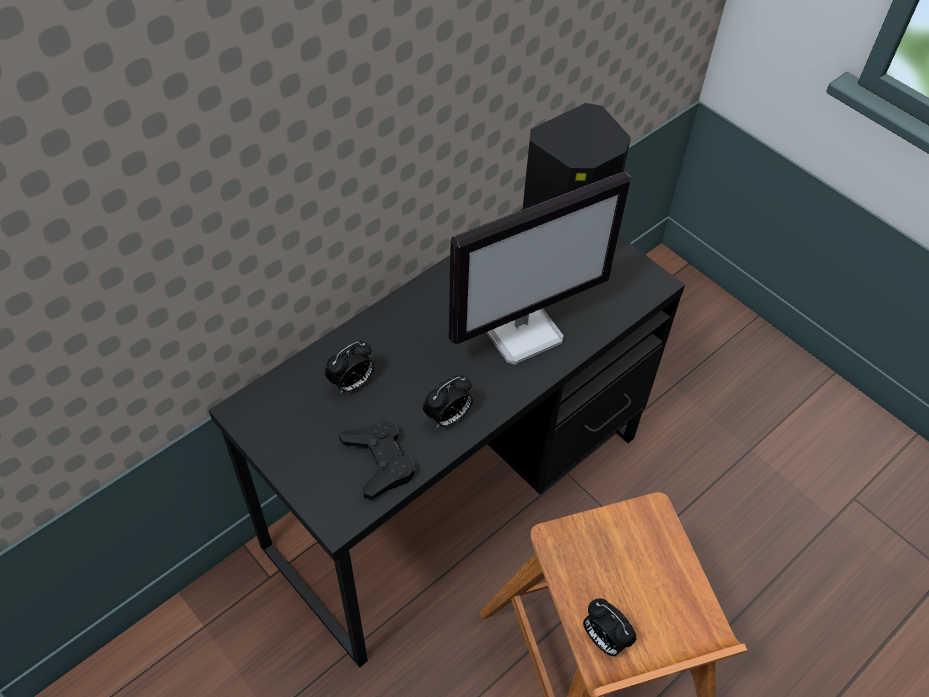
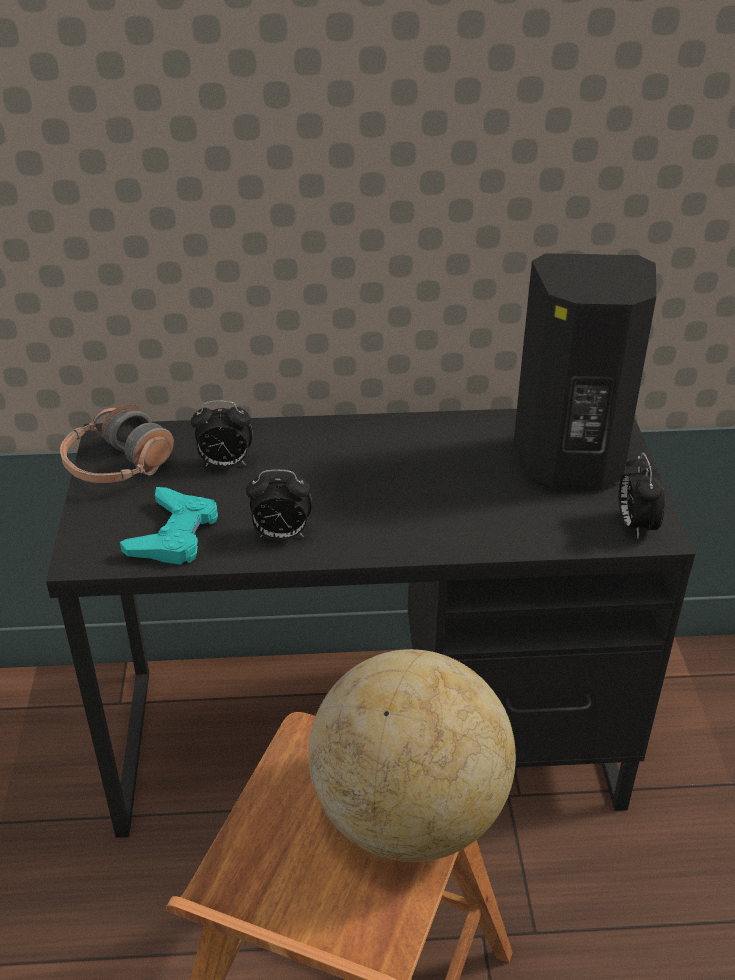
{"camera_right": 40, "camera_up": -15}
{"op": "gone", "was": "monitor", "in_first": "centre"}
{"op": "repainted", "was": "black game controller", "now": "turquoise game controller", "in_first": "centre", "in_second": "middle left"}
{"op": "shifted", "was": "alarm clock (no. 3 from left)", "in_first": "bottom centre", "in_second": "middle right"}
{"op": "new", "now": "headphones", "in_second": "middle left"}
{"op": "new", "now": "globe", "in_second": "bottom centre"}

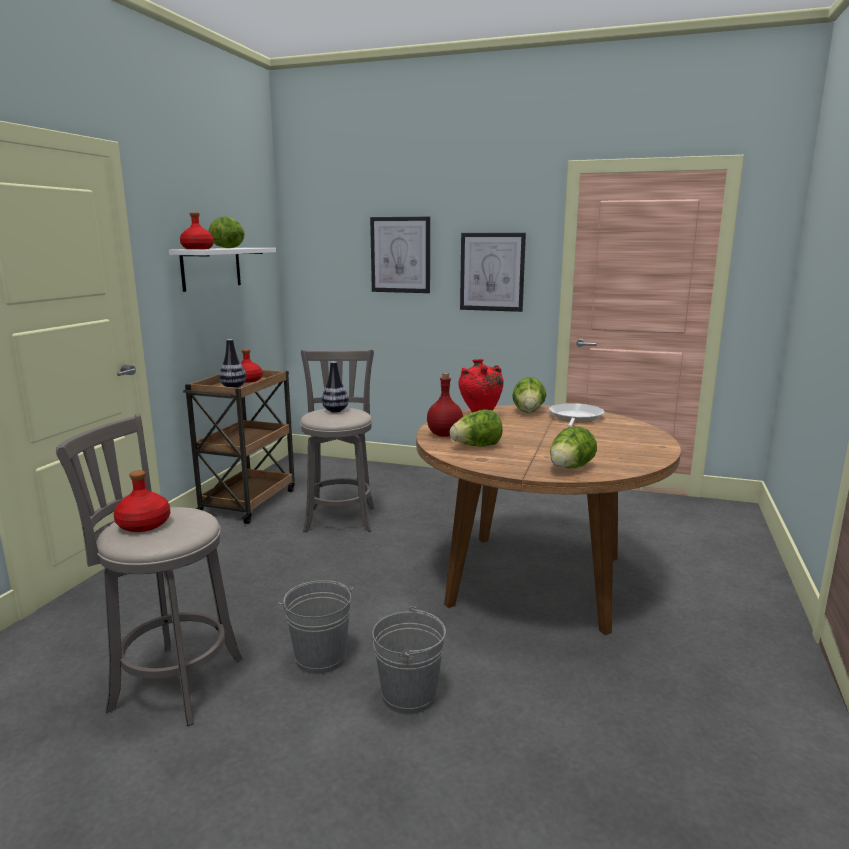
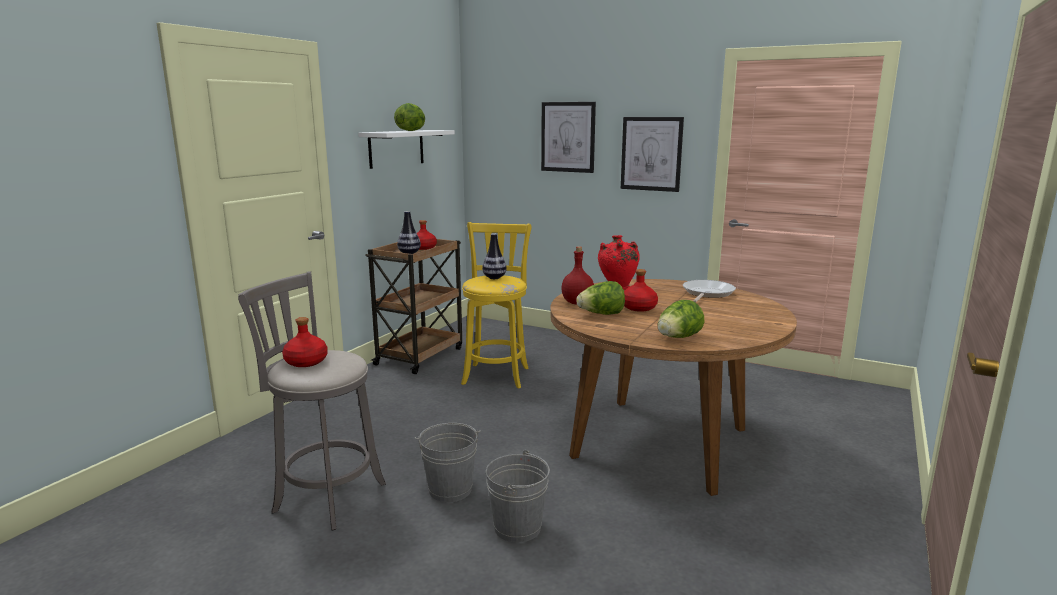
{"camera_right": 10, "camera_up": 0}
{"op": "shifted", "was": "red bottle (no. 2 from left in the first image)", "now": "red bottle (no. 4 from left)", "in_first": "top left", "in_second": "centre"}
{"op": "repainted", "was": "grey stool (no. 2 from left)", "now": "yellow stool", "in_first": "centre", "in_second": "centre"}
{"op": "gone", "was": "lettuce (no. 3 from left)", "in_first": "centre"}

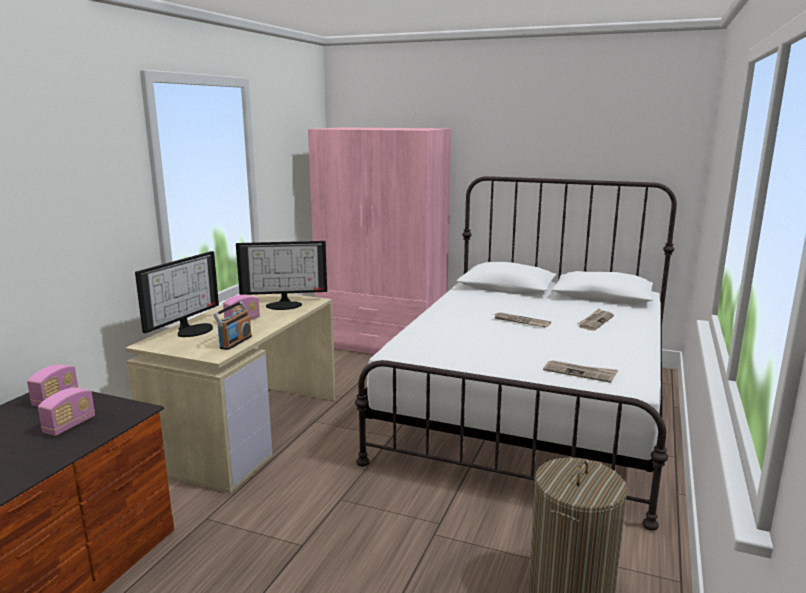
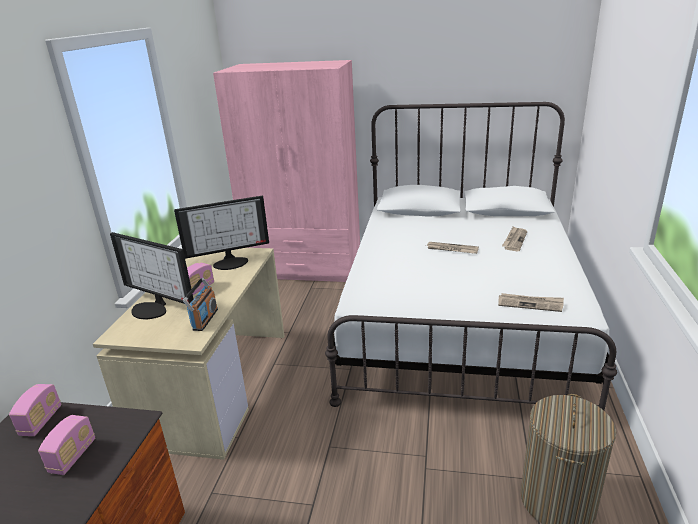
{"camera_right": -10, "camera_up": 10}
{"op": "rotated", "was": "monitor (no. 1 from left)", "in_first": "middle left", "in_second": "middle left", "clockwise": 105}

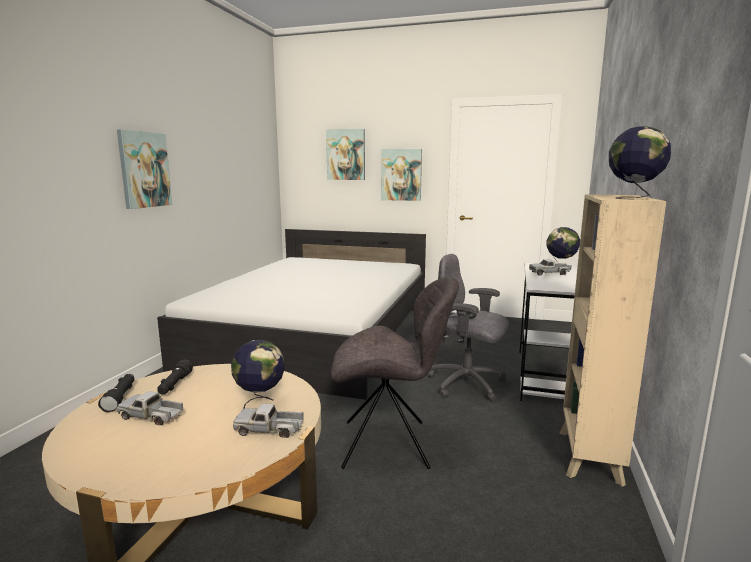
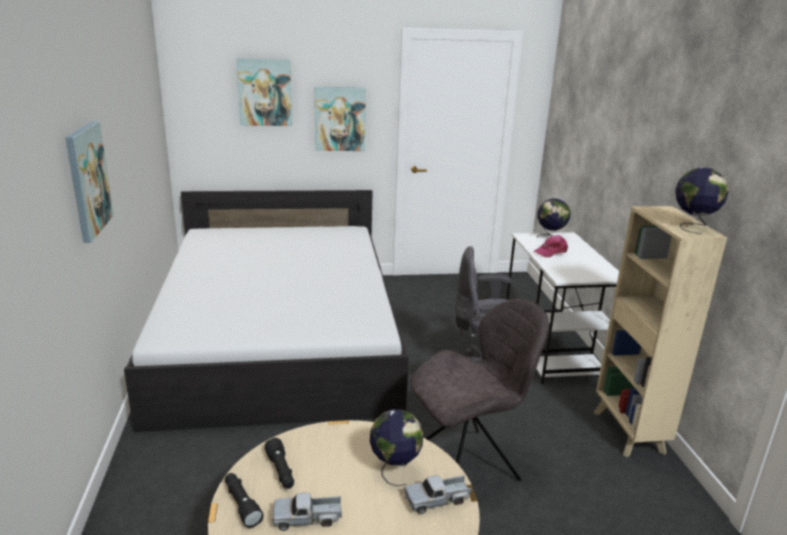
{"camera_right": -25, "camera_up": 10}
{"op": "swapped", "was": "toy truck (no. 3 from left)", "now": "pink cap", "in_first": "middle right", "in_second": "middle right"}

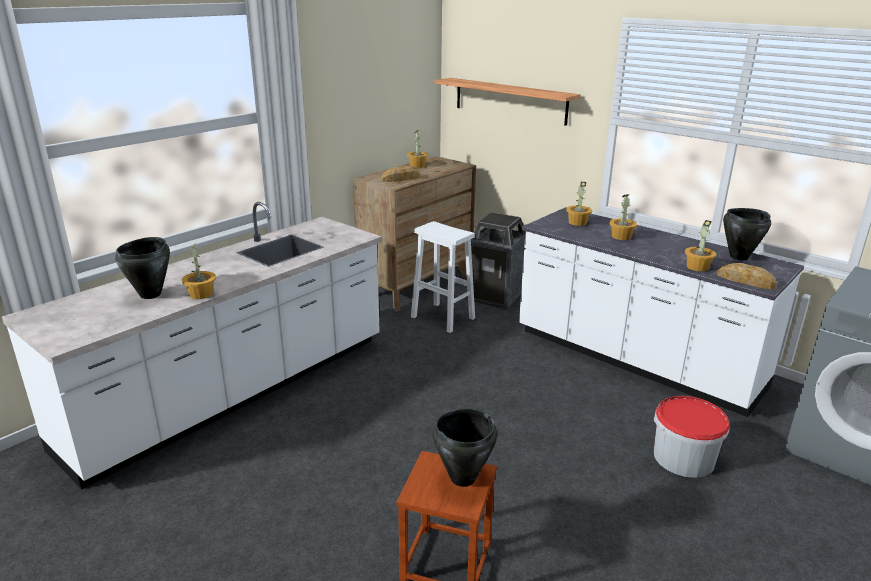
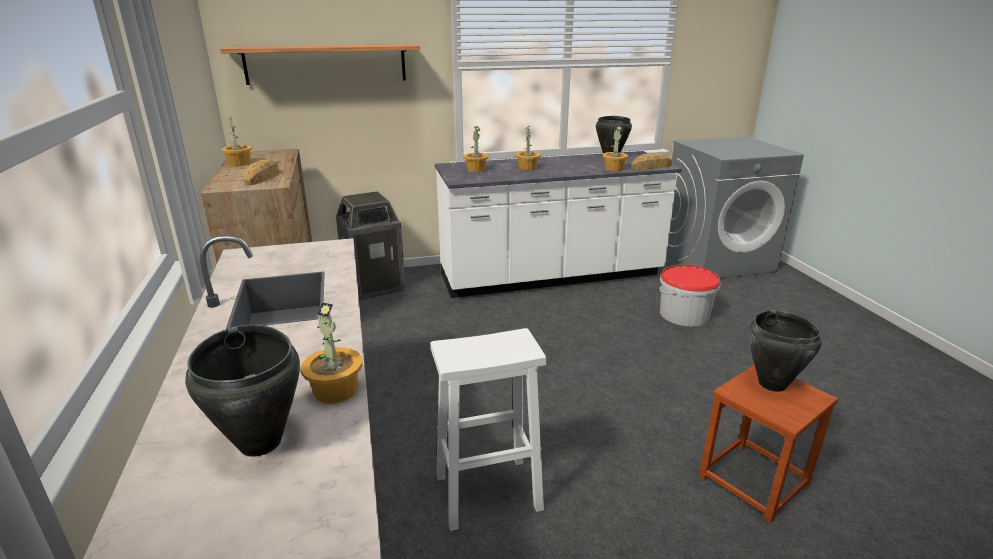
{"camera_right": -55, "camera_up": 0}
{"op": "shifted", "was": "white stool", "in_first": "centre", "in_second": "bottom centre"}

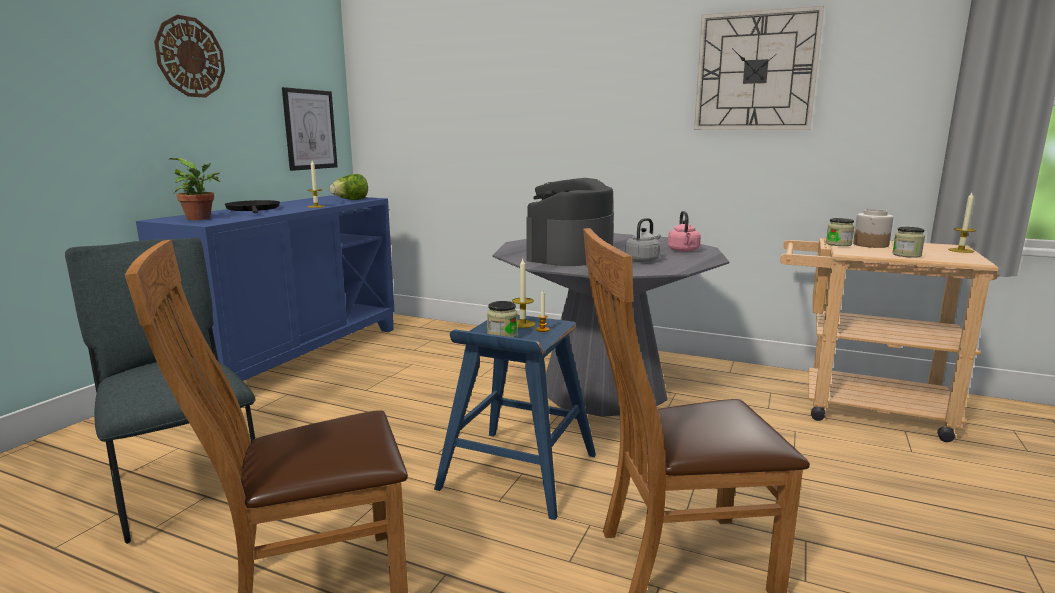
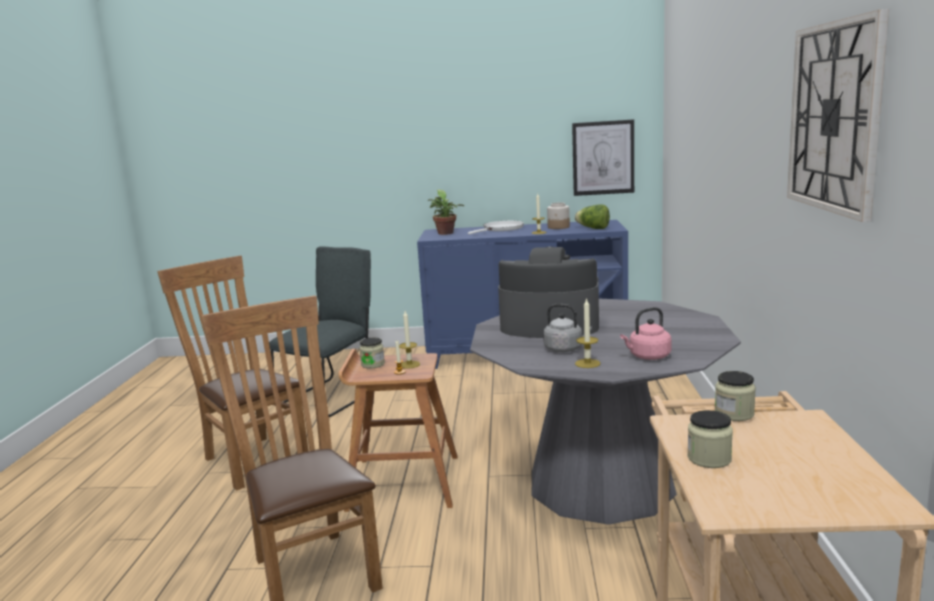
{"camera_right": 70, "camera_up": 0}
{"op": "gone", "was": "wall clock (no. 1 from left)", "in_first": "top left"}
{"op": "shifted", "was": "candle (no. 4 from left)", "in_first": "middle right", "in_second": "centre"}
{"op": "repainted", "was": "black frying pan", "now": "white frying pan", "in_first": "middle left", "in_second": "centre"}
{"op": "shifted", "was": "jar (no. 3 from left in the first image)", "now": "jar (no. 2 from left)", "in_first": "middle right", "in_second": "centre"}
{"op": "repainted", "was": "blue stool", "now": "brown stool", "in_first": "bottom centre", "in_second": "bottom centre"}

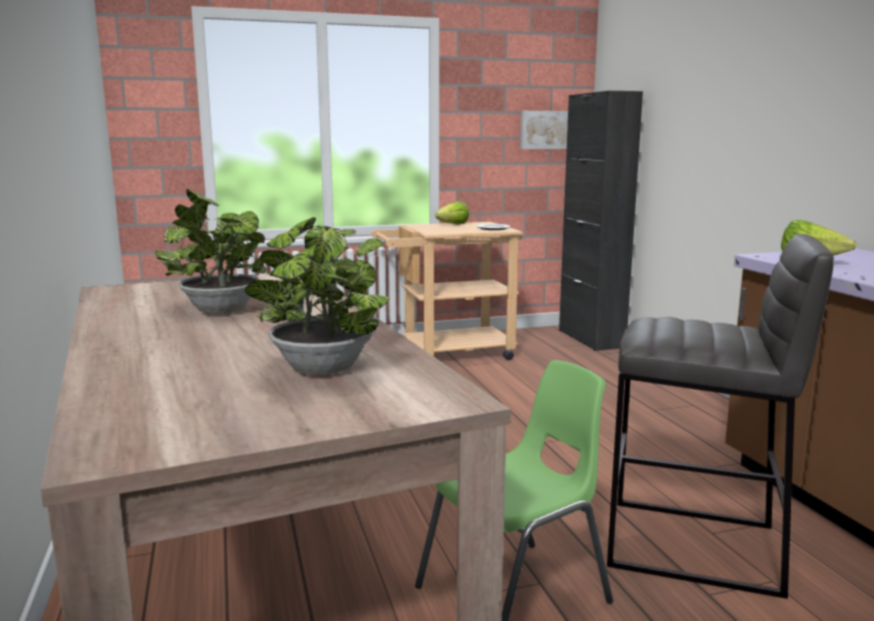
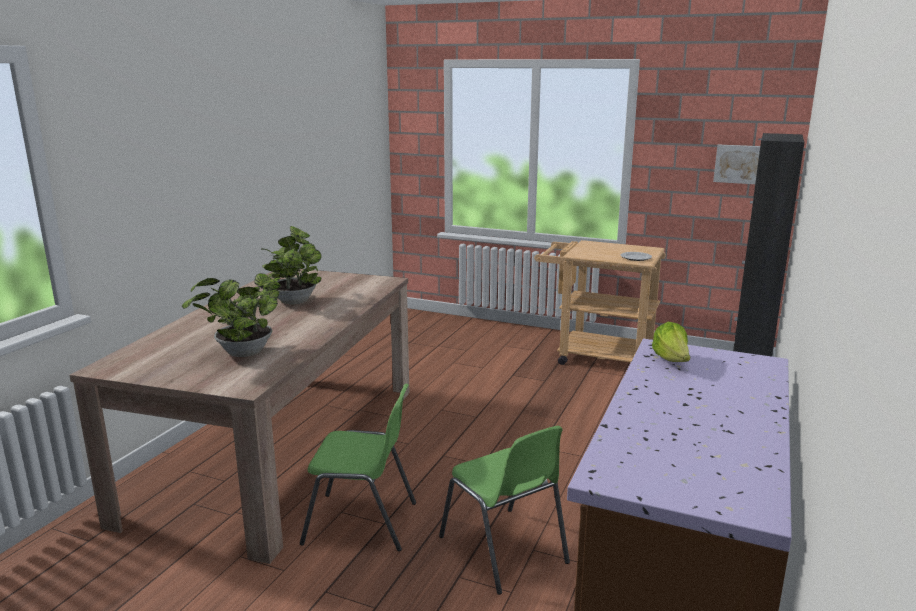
{"camera_right": 40, "camera_up": 5}
{"op": "gone", "was": "lettuce (no. 1 from left)", "in_first": "centre"}
{"op": "swapped", "was": "grey stool", "now": "green chair (no. 2 from left)", "in_first": "bottom right", "in_second": "bottom centre"}

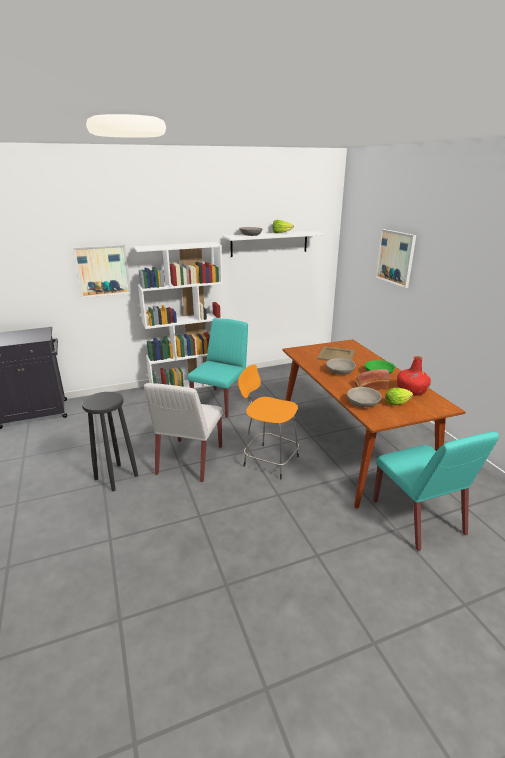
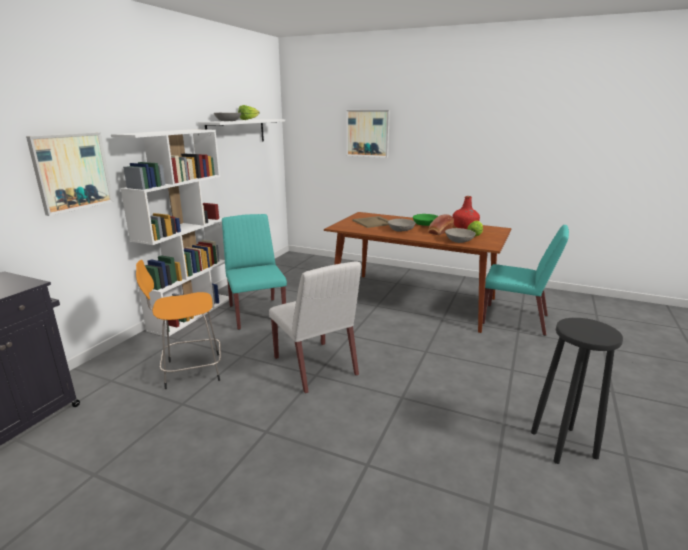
{"camera_right": -45, "camera_up": -5}
{"op": "shifted", "was": "orange stool", "in_first": "centre", "in_second": "middle left"}
{"op": "shifted", "was": "black stool", "in_first": "middle left", "in_second": "bottom right"}

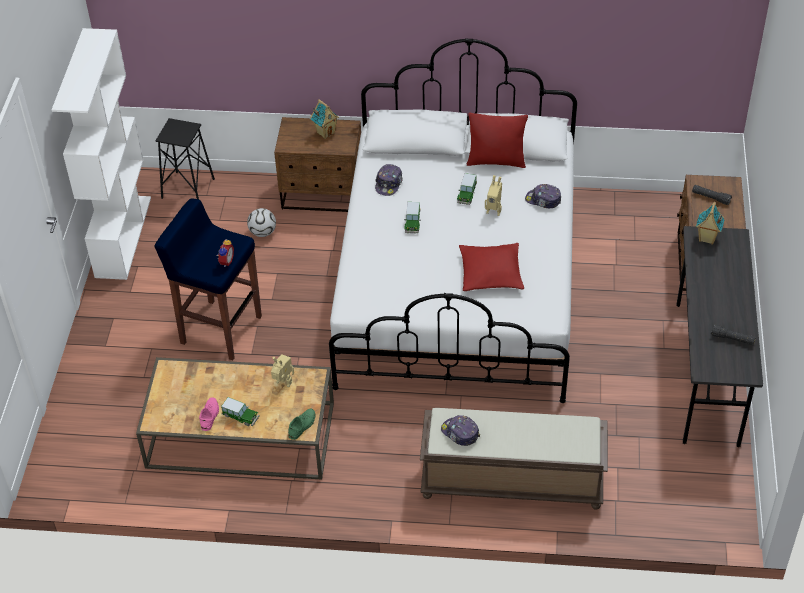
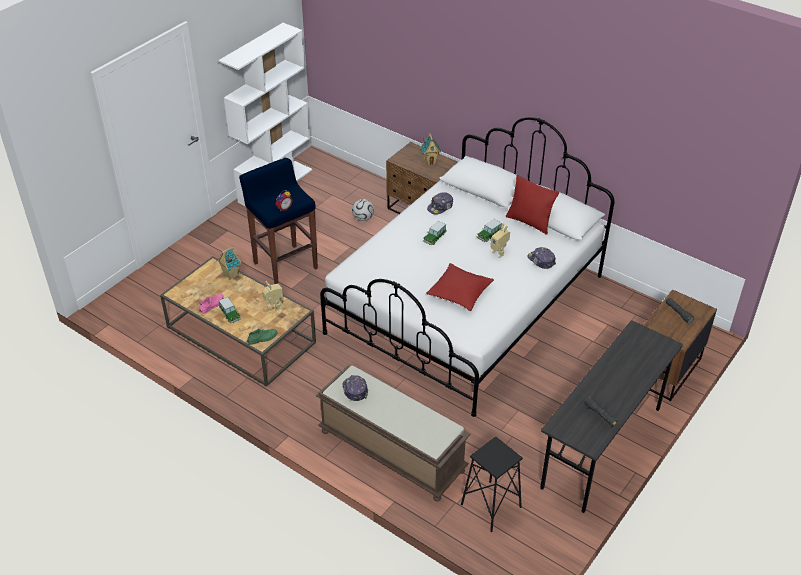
{"camera_right": 30, "camera_up": -5}
{"op": "shifted", "was": "black stool", "in_first": "top left", "in_second": "bottom centre"}
{"op": "shifted", "was": "toy house (no. 2 from left in the first image)", "now": "toy house (no. 1 from left)", "in_first": "middle right", "in_second": "middle left"}

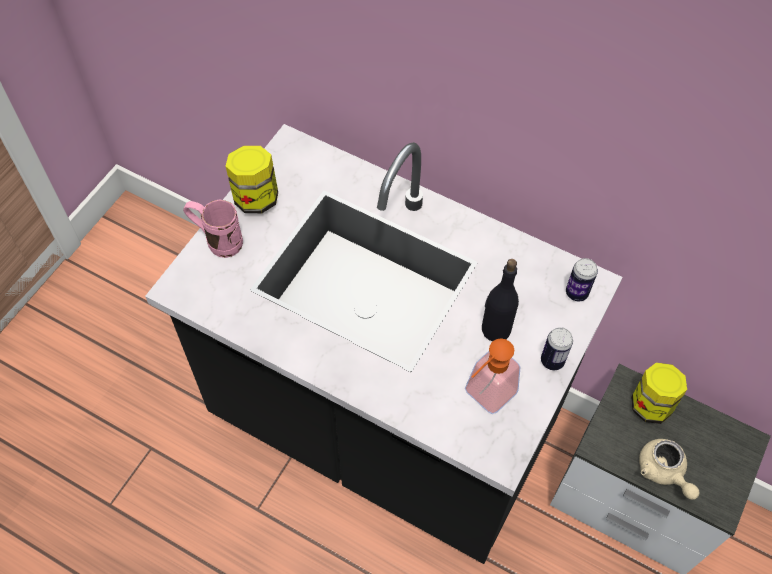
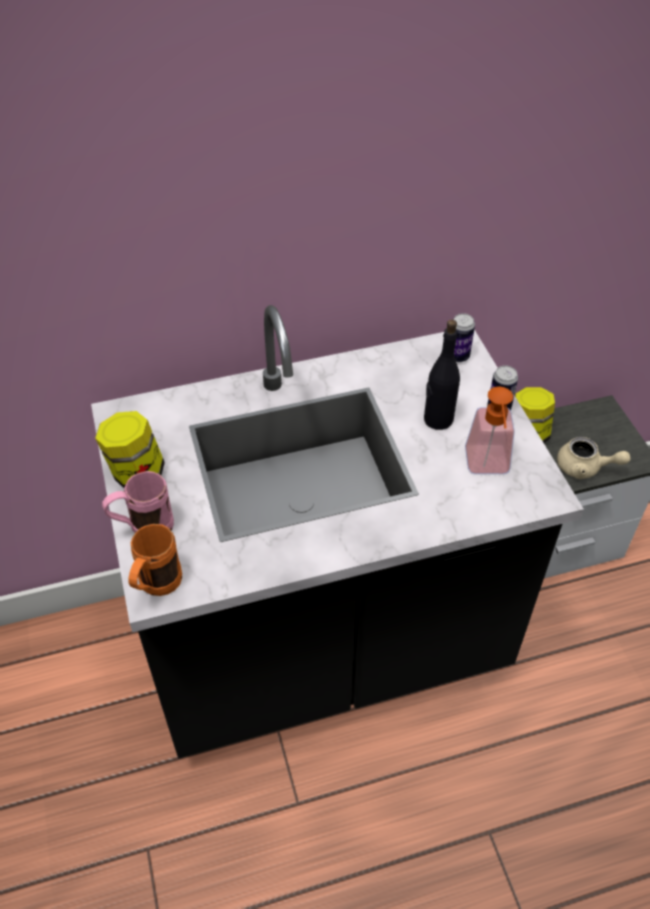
{"camera_right": -45, "camera_up": -10}
{"op": "new", "now": "orange mug", "in_second": "middle left"}

